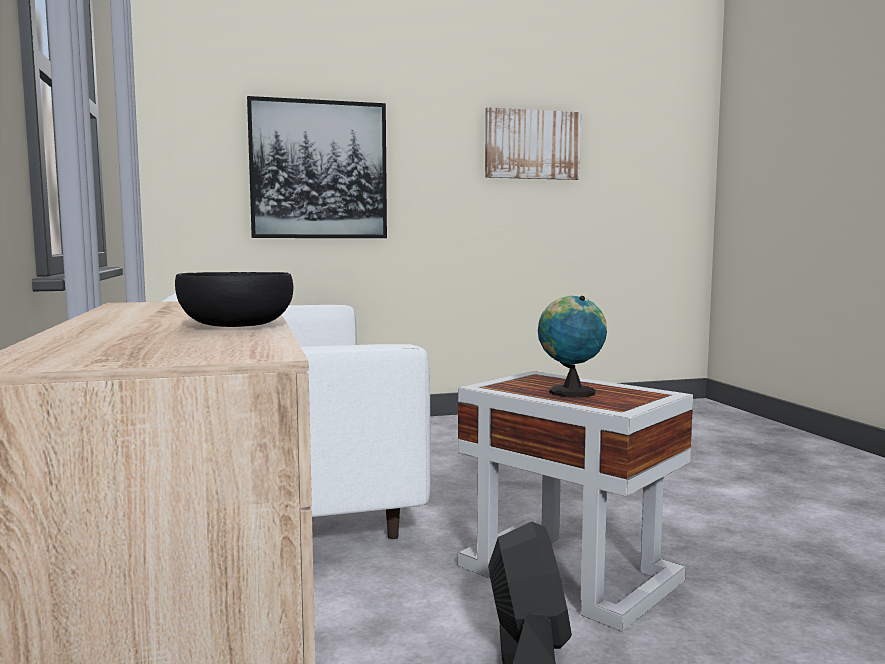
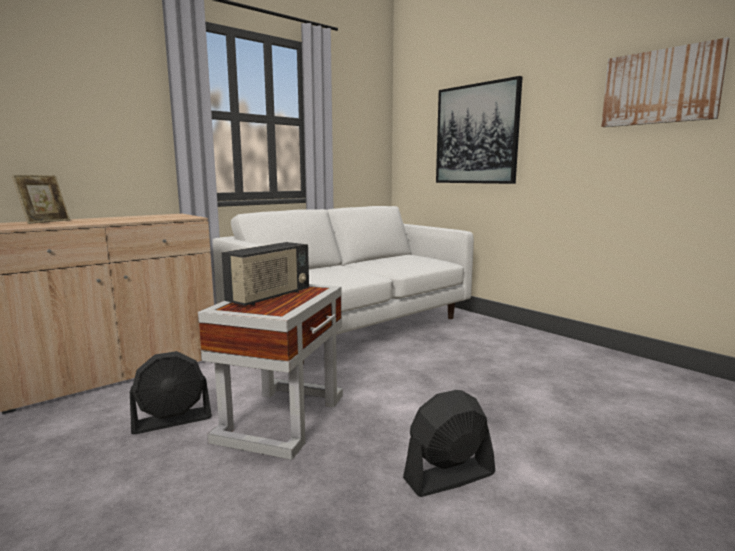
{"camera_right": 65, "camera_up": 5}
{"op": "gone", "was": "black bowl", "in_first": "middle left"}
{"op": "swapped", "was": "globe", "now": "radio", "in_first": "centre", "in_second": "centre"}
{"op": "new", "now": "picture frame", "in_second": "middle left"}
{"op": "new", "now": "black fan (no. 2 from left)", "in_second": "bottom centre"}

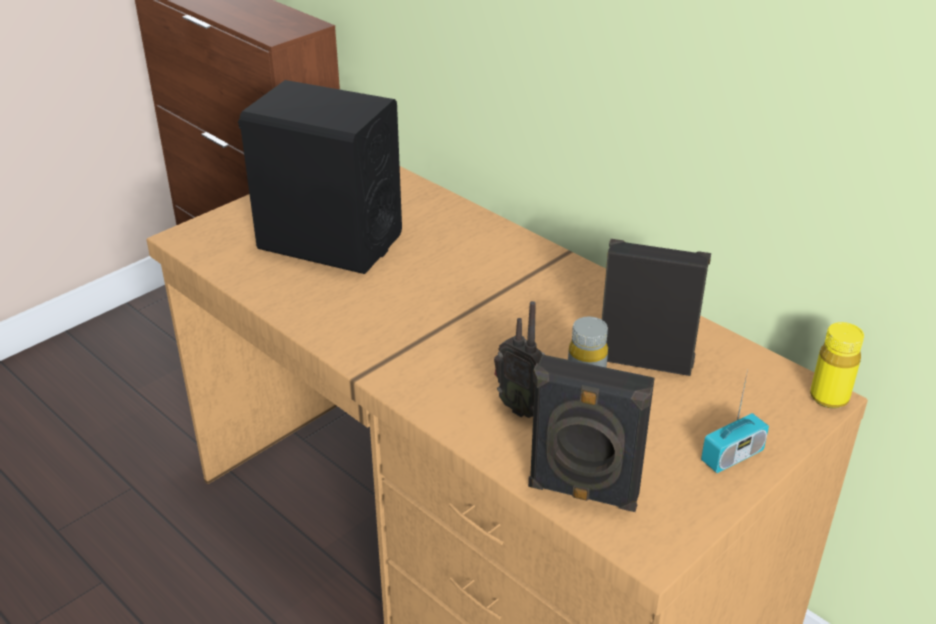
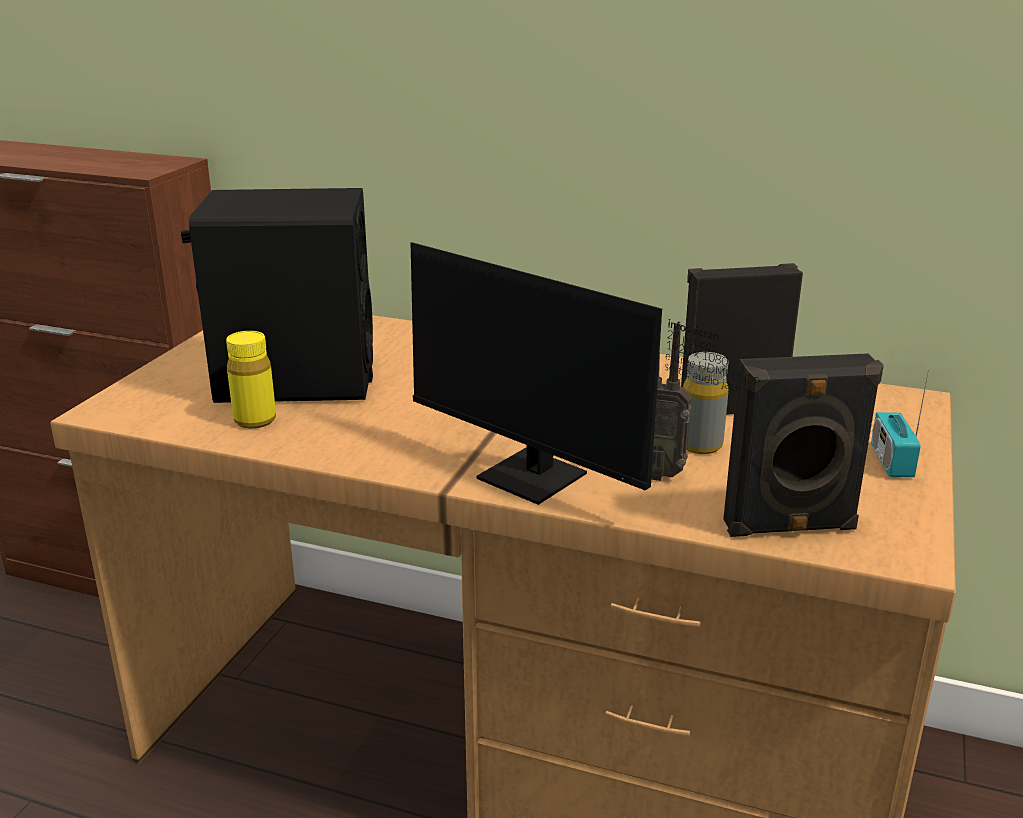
{"camera_right": -25, "camera_up": -10}
{"op": "shifted", "was": "yellow bottle", "in_first": "middle right", "in_second": "middle left"}
{"op": "rotated", "was": "radio (no. 2 from left)", "in_first": "bottom right", "in_second": "middle right", "clockwise": 150}
{"op": "new", "now": "monitor", "in_second": "centre"}

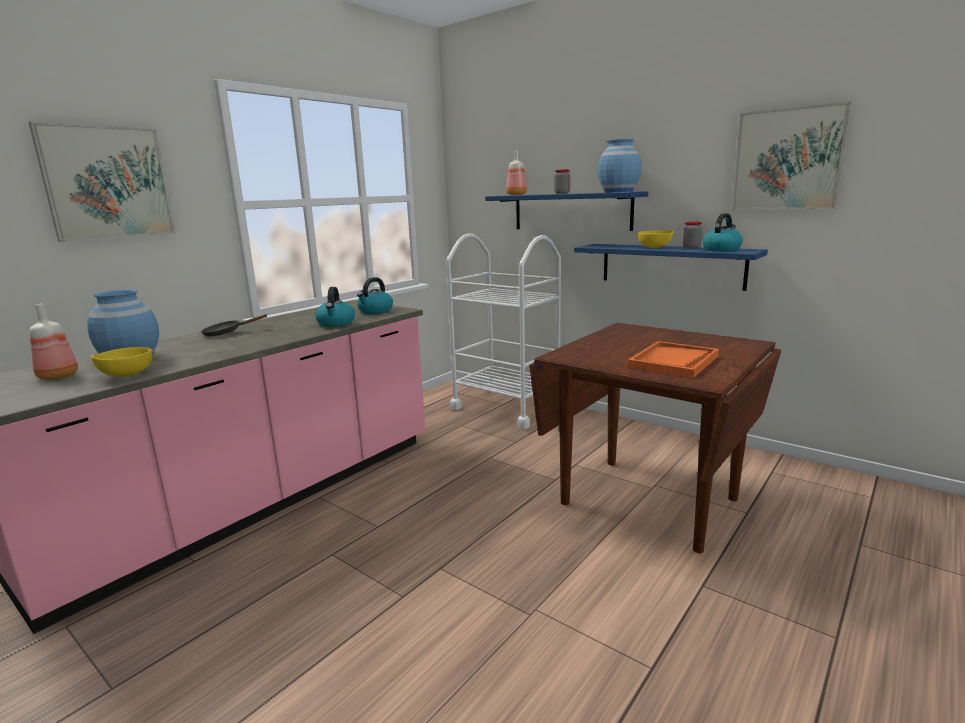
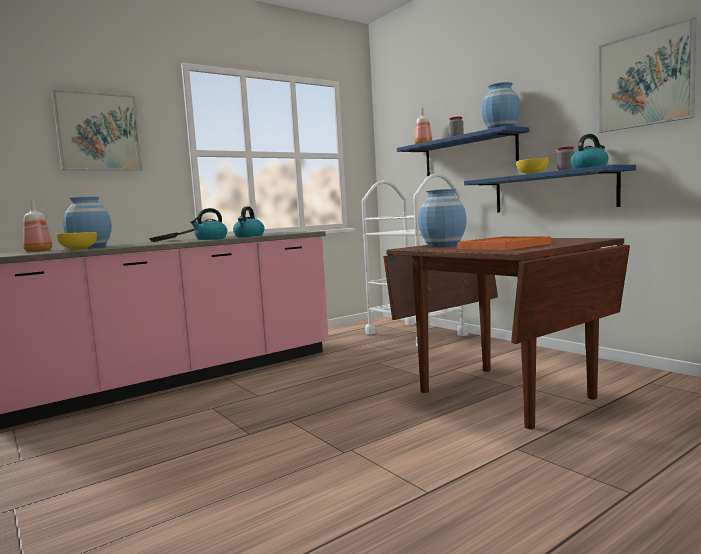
{"camera_right": 15, "camera_up": -10}
{"op": "shifted", "was": "kettle (no. 2 from left in the first image)", "now": "kettle (no. 1 from left)", "in_first": "centre", "in_second": "middle left"}
{"op": "new", "now": "blue vase (no. 2 from left)", "in_second": "centre"}

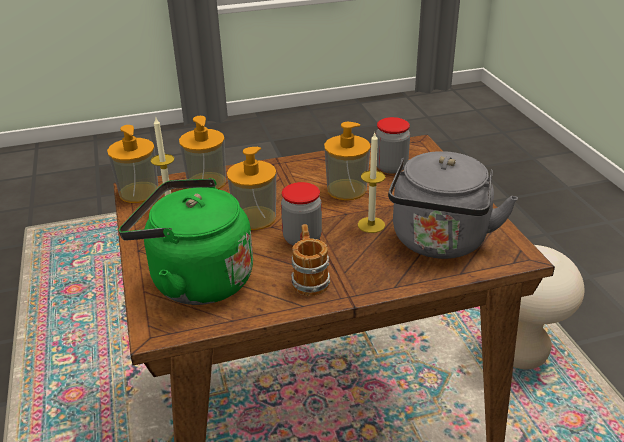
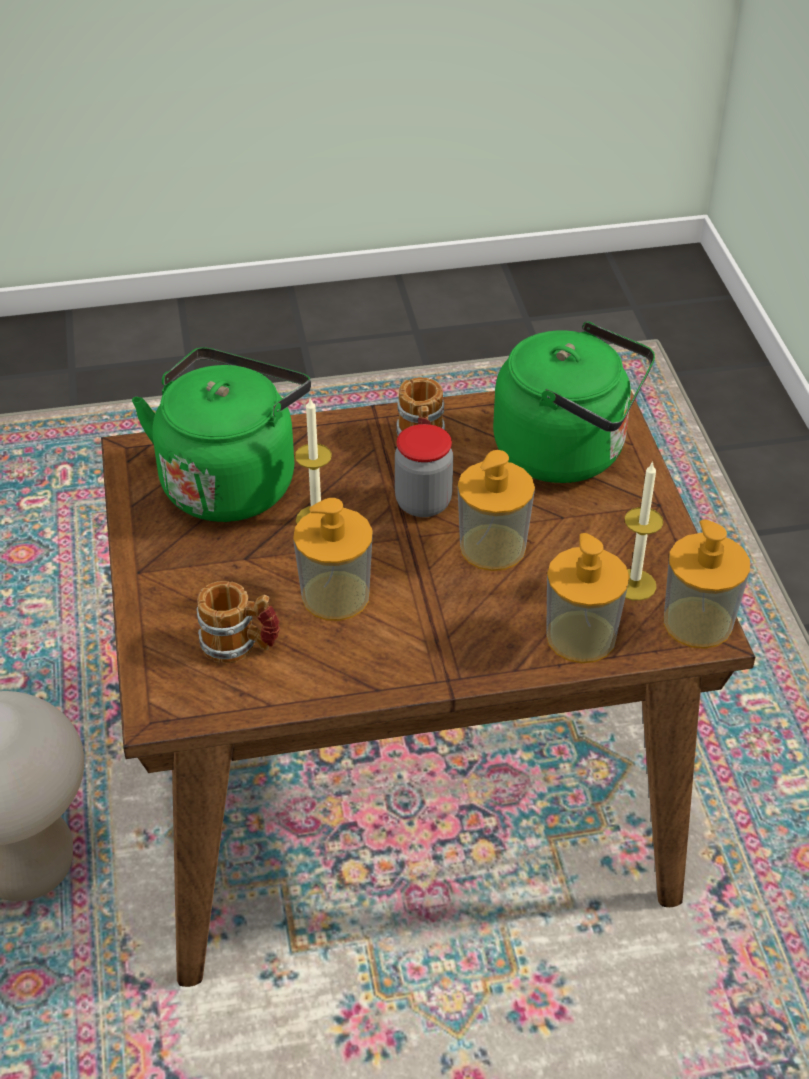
{"camera_right": -175, "camera_up": 10}
{"op": "swapped", "was": "jar (no. 2 from left)", "now": "mug (no. 1 from left)", "in_first": "top centre", "in_second": "middle left"}
{"op": "repainted", "was": "grey kettle", "now": "green kettle (no. 1 from left)", "in_first": "middle right", "in_second": "middle left"}

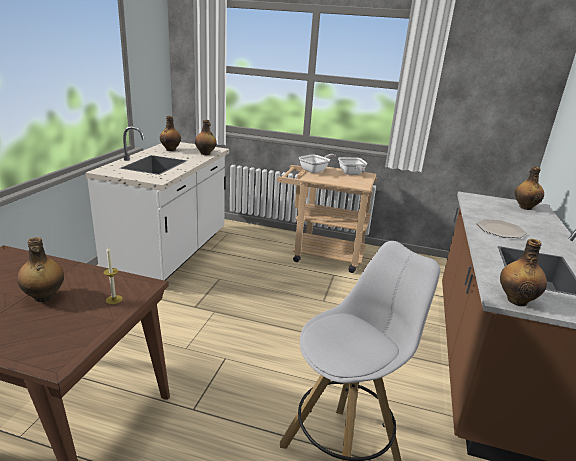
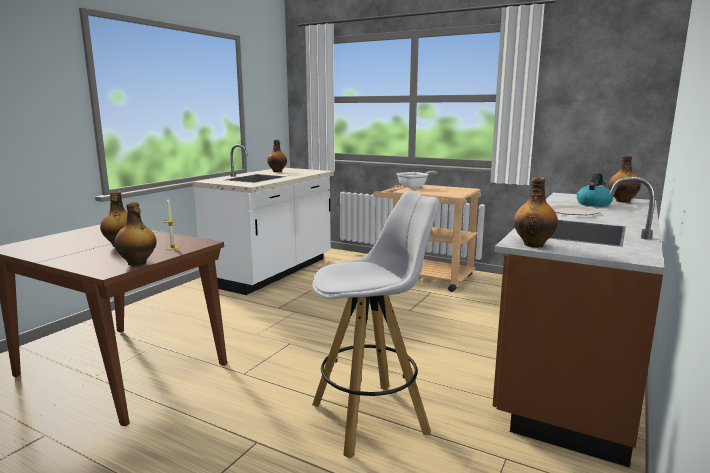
{"camera_right": 15, "camera_up": -10}
{"op": "shifted", "was": "bottle (no. 3 from left in the first image)", "now": "bottle (no. 2 from left)", "in_first": "top centre", "in_second": "middle left"}
{"op": "gone", "was": "frying pan (no. 2 from left)", "in_first": "centre"}
{"op": "new", "now": "kettle", "in_second": "middle right"}

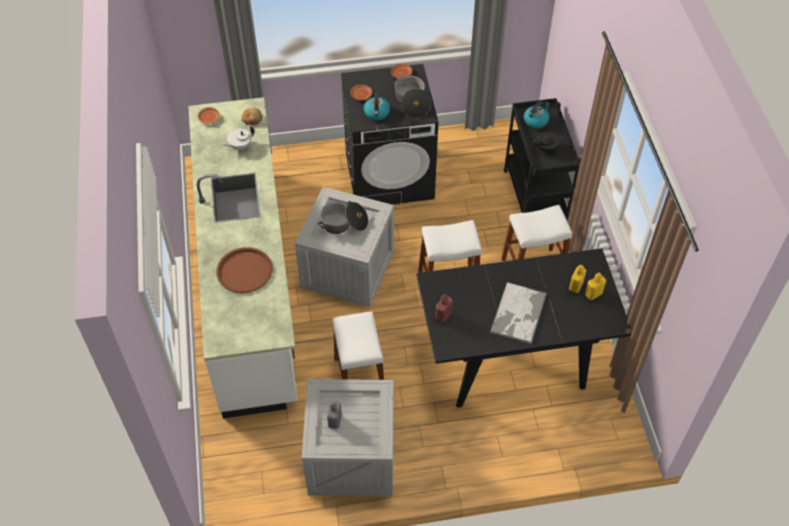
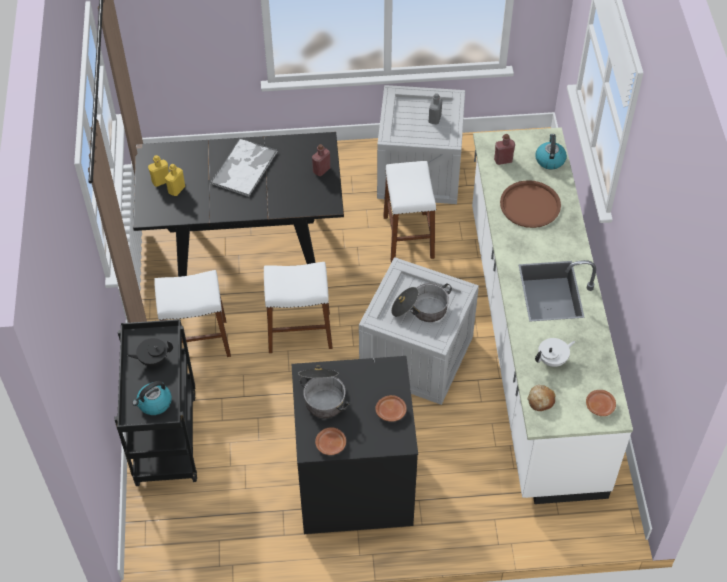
{"camera_right": -175, "camera_up": 0}
{"op": "shifted", "was": "kettle (no. 1 from left in the first image)", "now": "kettle (no. 2 from left)", "in_first": "top centre", "in_second": "top right"}
{"op": "new", "now": "red bottle (no. 2 from left)", "in_second": "top right"}

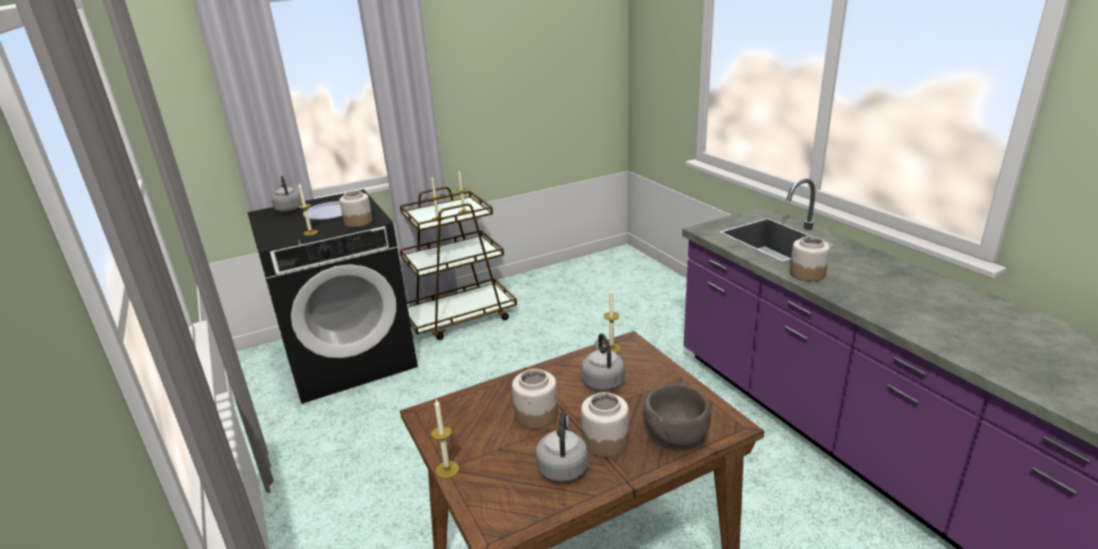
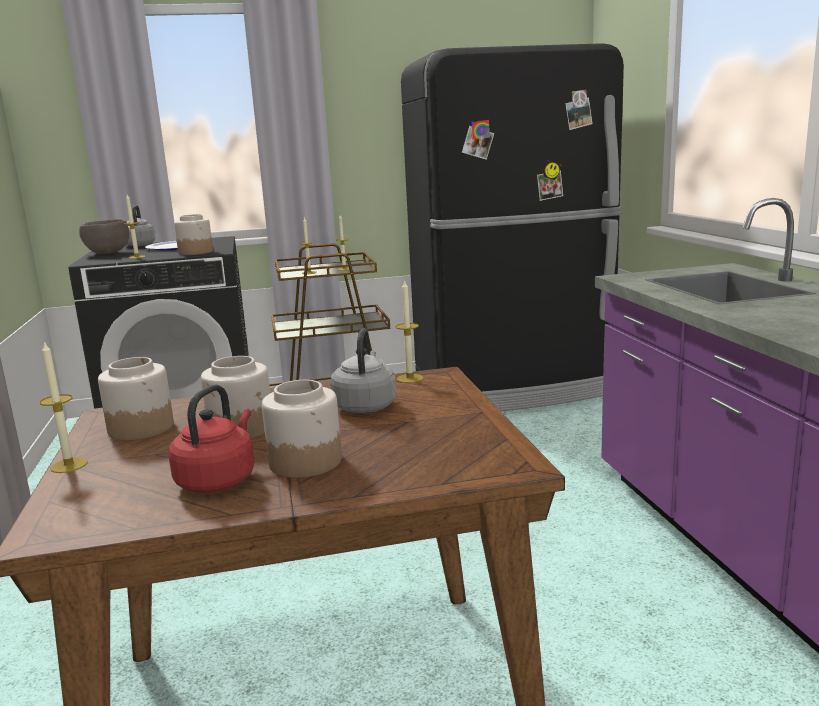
{"camera_right": 15, "camera_up": -10}
{"op": "shifted", "was": "jar (no. 4 from left in the first image)", "now": "jar (no. 1 from left)", "in_first": "middle right", "in_second": "middle left"}
{"op": "shifted", "was": "brown bowl", "in_first": "bottom centre", "in_second": "middle left"}
{"op": "repainted", "was": "grey kettle (no. 2 from left)", "now": "red kettle", "in_first": "bottom centre", "in_second": "middle left"}
{"op": "new", "now": "black fridge", "in_second": "top centre"}

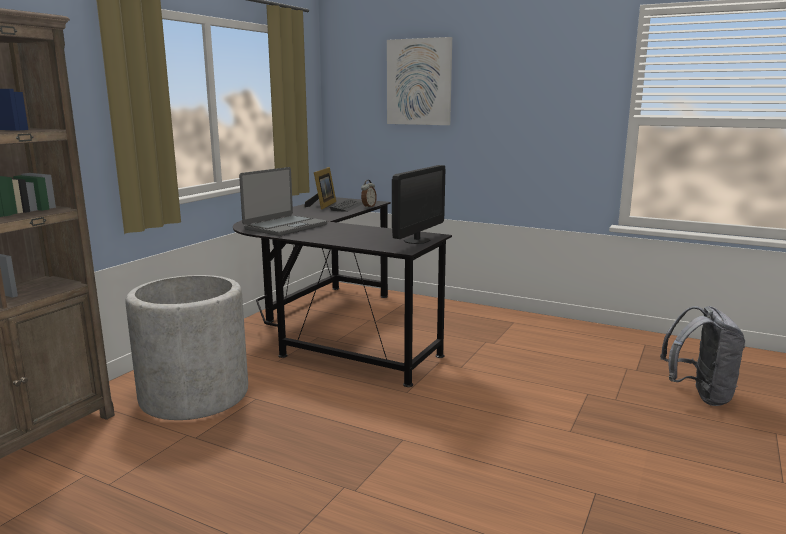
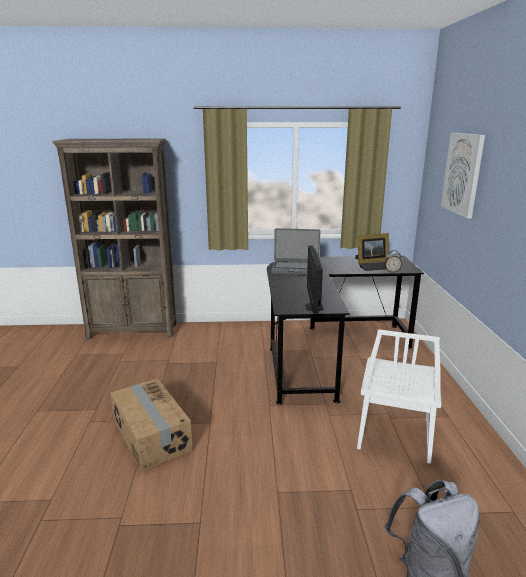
{"camera_right": 60, "camera_up": 5}
{"op": "rotated", "was": "monitor", "in_first": "centre", "in_second": "centre", "clockwise": 90}
{"op": "gone", "was": "grey planter", "in_first": "middle left"}
{"op": "new", "now": "white chair", "in_second": "bottom right"}
{"op": "new", "now": "cardboard box", "in_second": "bottom left"}

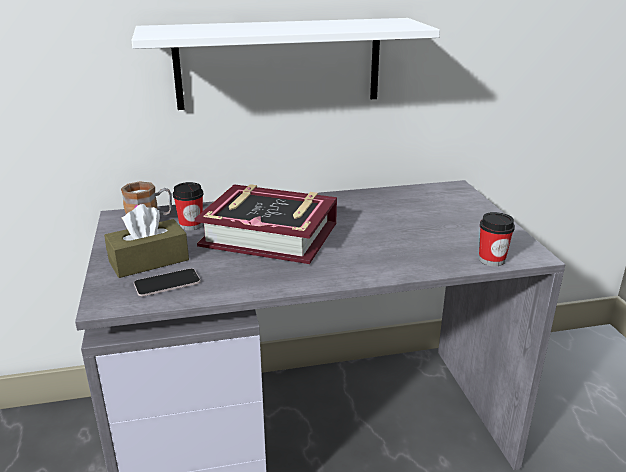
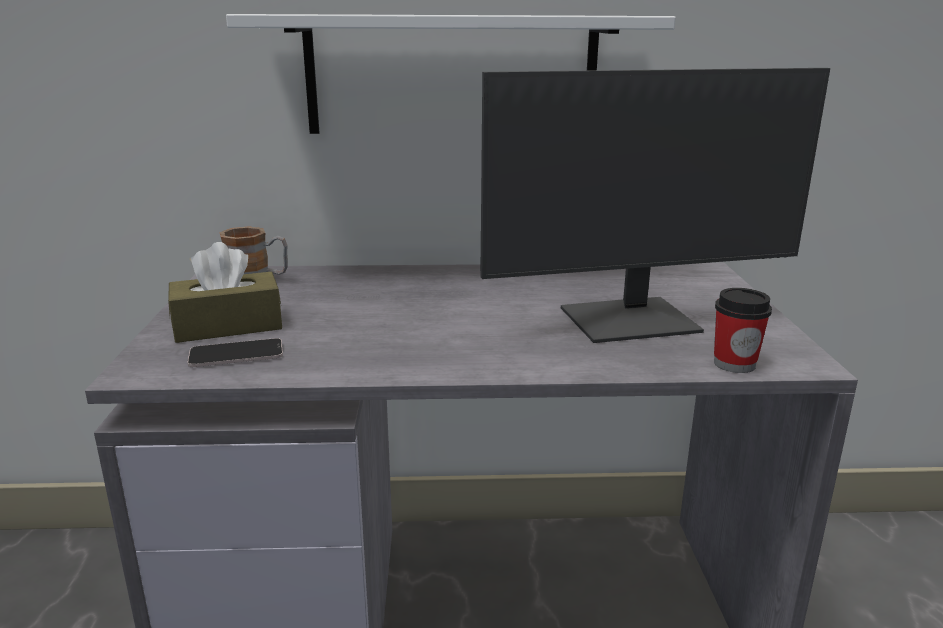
{"camera_right": 10, "camera_up": -5}
{"op": "gone", "was": "cup (no. 1 from left)", "in_first": "middle left"}
{"op": "gone", "was": "book", "in_first": "centre"}
{"op": "new", "now": "monitor", "in_second": "top right"}

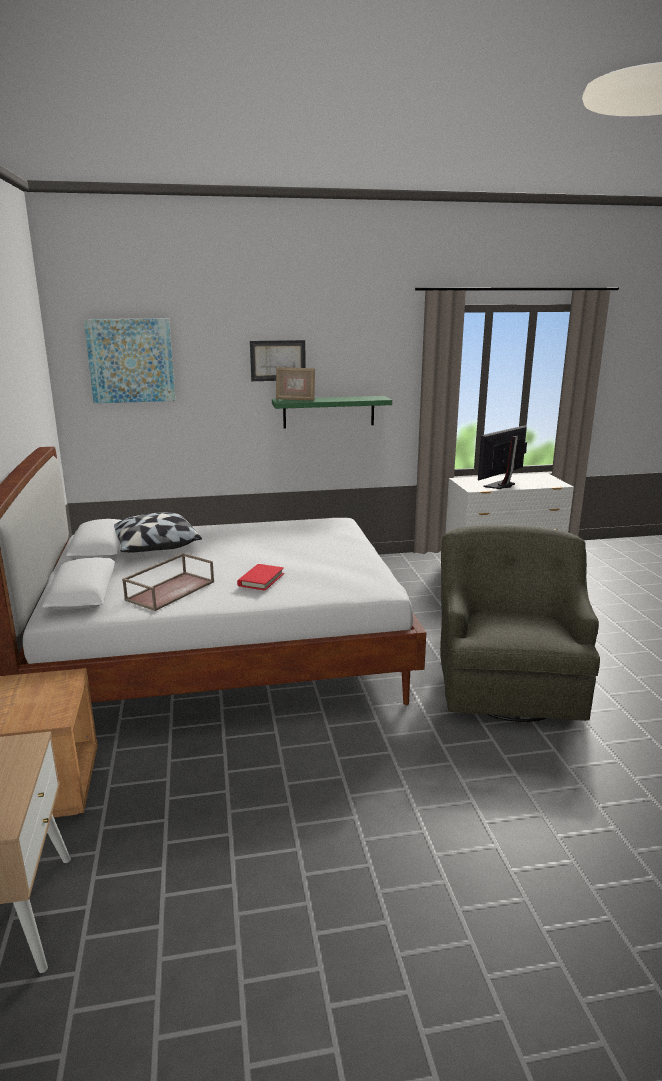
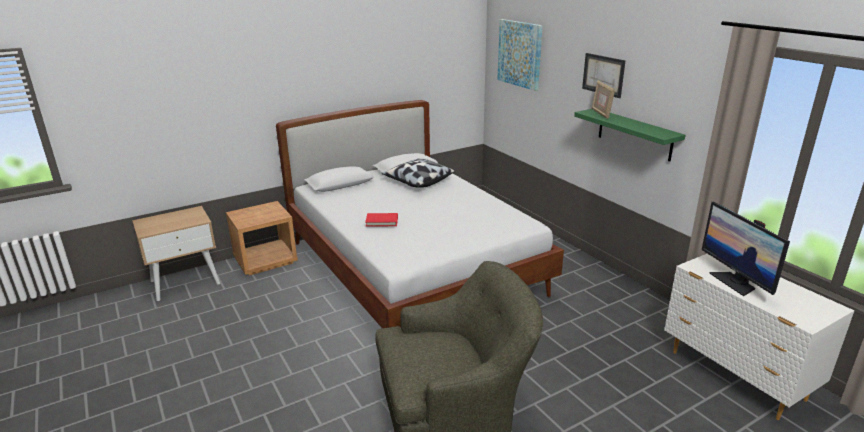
{"camera_right": 70, "camera_up": 5}
{"op": "rotated", "was": "monitor", "in_first": "middle right", "in_second": "middle right", "clockwise": -135}
{"op": "gone", "was": "brown tray", "in_first": "middle left"}

